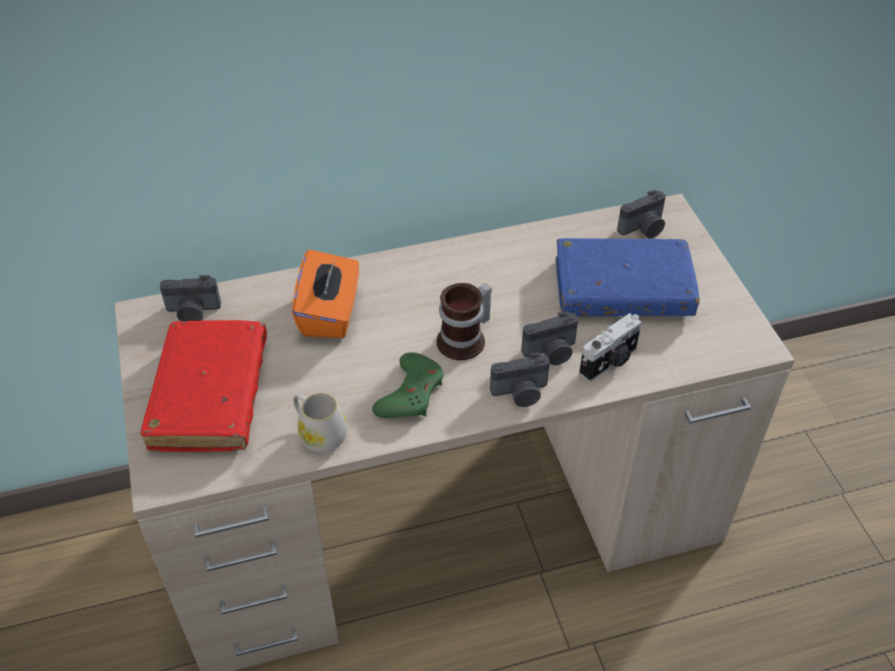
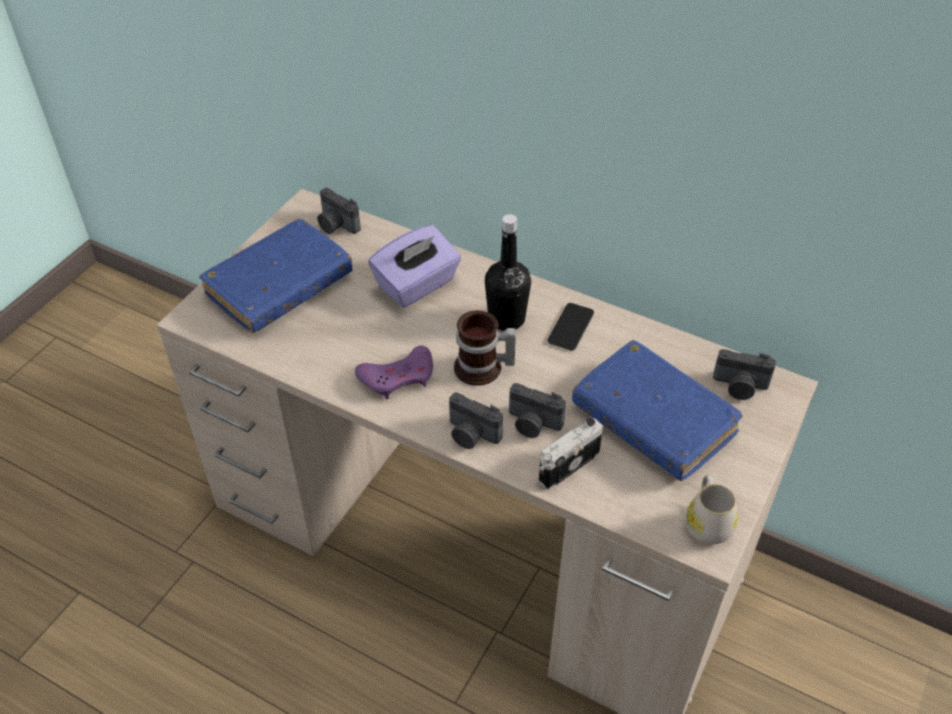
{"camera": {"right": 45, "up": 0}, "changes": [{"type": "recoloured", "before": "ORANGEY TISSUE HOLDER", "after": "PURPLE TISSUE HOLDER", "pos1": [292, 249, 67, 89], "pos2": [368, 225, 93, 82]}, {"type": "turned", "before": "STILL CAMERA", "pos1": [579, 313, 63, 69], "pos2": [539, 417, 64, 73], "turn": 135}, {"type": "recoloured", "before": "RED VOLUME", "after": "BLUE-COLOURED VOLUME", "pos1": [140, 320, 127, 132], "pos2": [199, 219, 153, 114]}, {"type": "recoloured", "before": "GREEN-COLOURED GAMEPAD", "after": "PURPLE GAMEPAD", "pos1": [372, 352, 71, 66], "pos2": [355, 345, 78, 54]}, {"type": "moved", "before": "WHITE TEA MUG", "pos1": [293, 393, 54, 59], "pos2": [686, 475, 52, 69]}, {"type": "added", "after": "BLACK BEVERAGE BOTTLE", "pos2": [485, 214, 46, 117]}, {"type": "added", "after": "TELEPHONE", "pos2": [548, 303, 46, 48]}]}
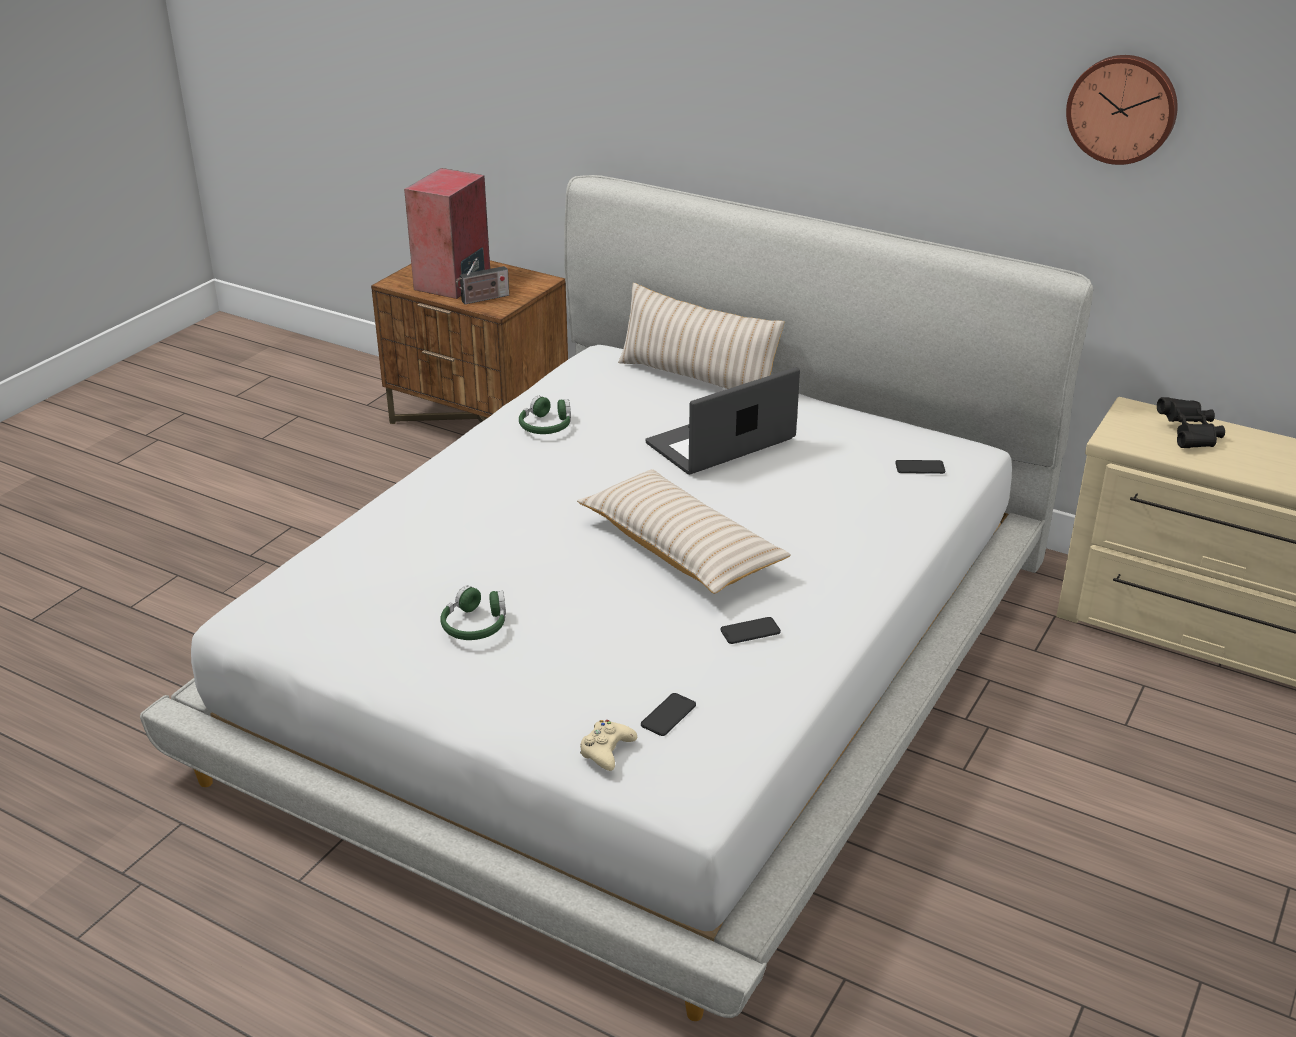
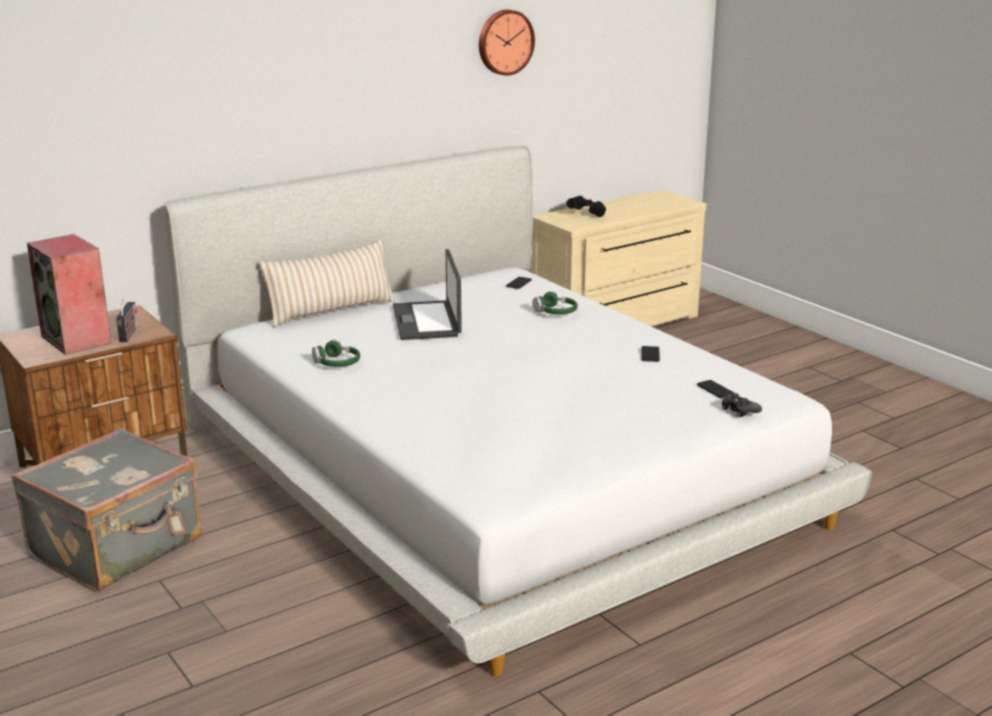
{"camera": {"right": -65, "up": -10}, "changes": [{"type": "removed", "before": "BEIGE THROW PILLOW", "pos1": [577, 469, 214, 125]}, {"type": "moved", "before": "GREEN-COLOURED PAIR OF HEADPHONES", "pos1": [440, 586, 66, 54], "pos2": [533, 291, 45, 23]}, {"type": "recoloured", "before": "BEIGE GAMEPAD", "after": "BLACK GAMEPAD", "pos1": [580, 720, 57, 51], "pos2": [722, 393, 40, 24]}, {"type": "added", "after": "GRAY TRAVEL CASE", "pos2": [11, 428, 191, 164]}]}
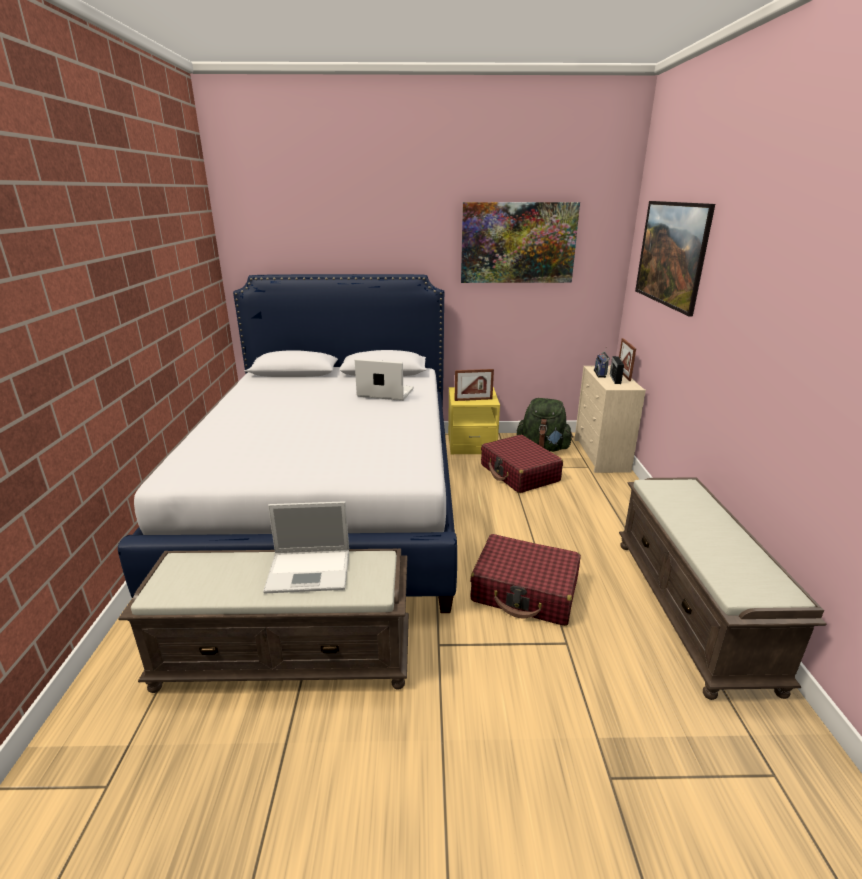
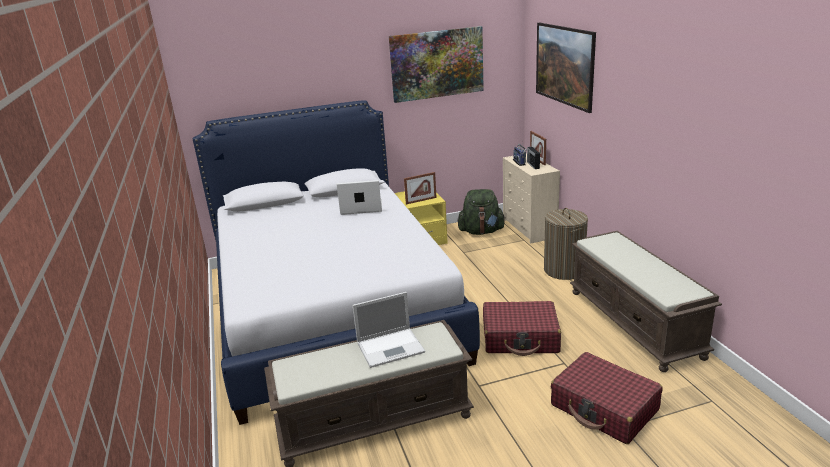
{"camera": {"right": -15, "up": 0}, "changes": [{"type": "moved", "before": "RED TRAVEL CASE", "pos1": [481, 435, 82, 58], "pos2": [551, 352, 112, 92]}, {"type": "added", "after": "HAMPER", "pos2": [544, 208, 44, 72]}]}
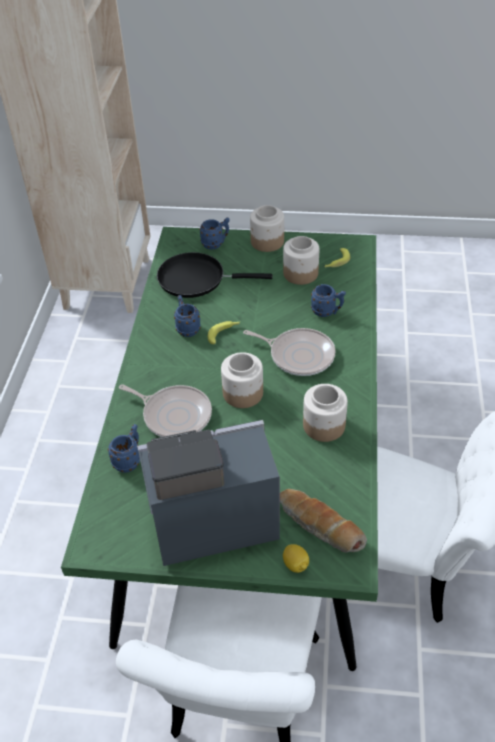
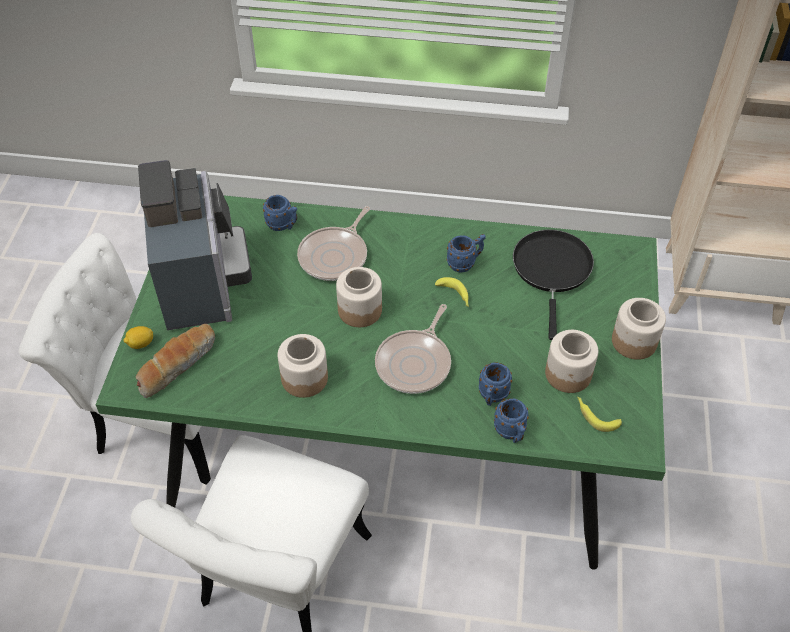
{"camera": {"right": 90, "up": 5}, "changes": [{"type": "moved", "before": "BLUE-COLOURED TEA MUG", "pos1": [199, 218, 31, 32], "pos2": [494, 398, 35, 45]}]}
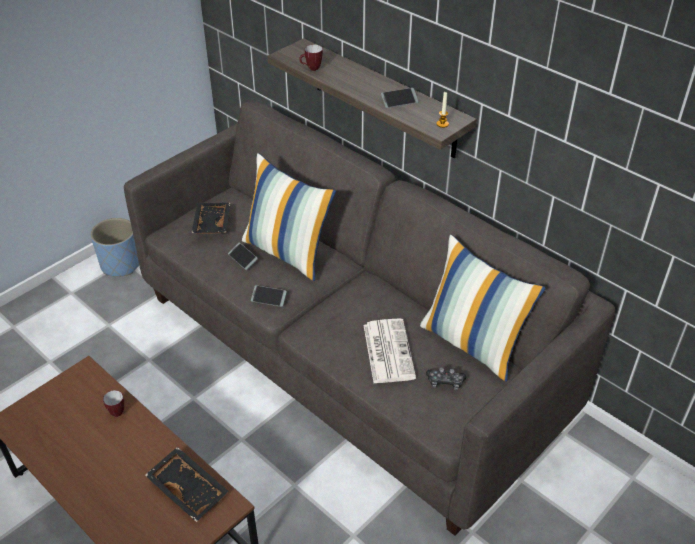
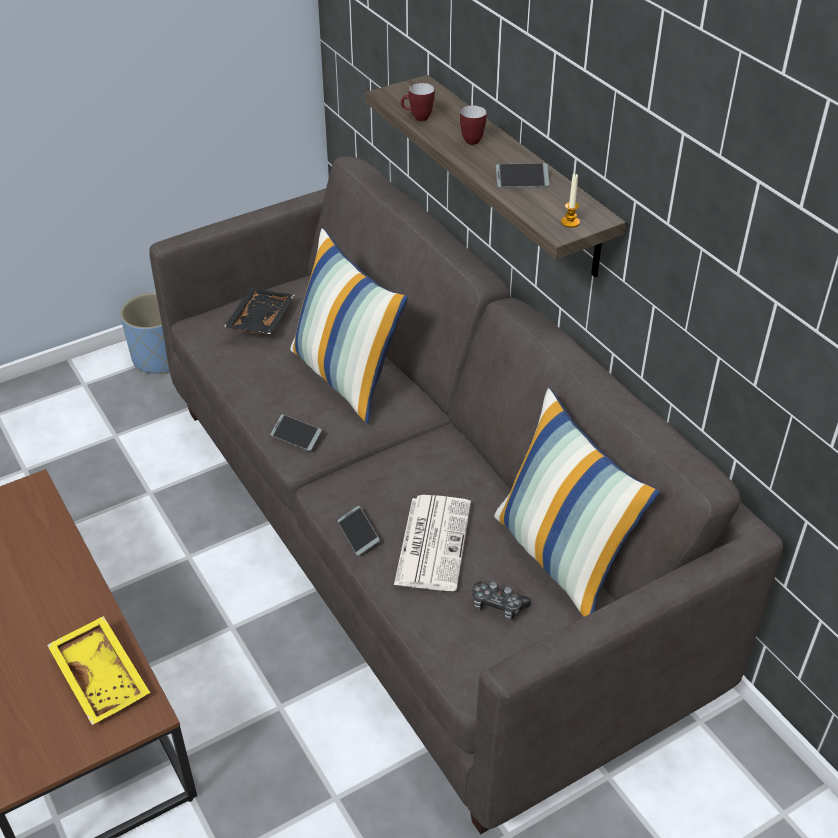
{"camera": {"right": 15, "up": 0}, "changes": [{"type": "moved", "before": "TELEPHONE", "pos1": [228, 243, 30, 27], "pos2": [338, 506, 42, 50]}, {"type": "moved", "before": "TEA MUG", "pos1": [103, 390, 21, 27], "pos2": [460, 105, 27, 40]}, {"type": "recoloured", "before": "BLACK TRAY", "after": "YELLOWISH TRAY", "pos1": [145, 447, 83, 75], "pos2": [47, 616, 103, 109]}]}
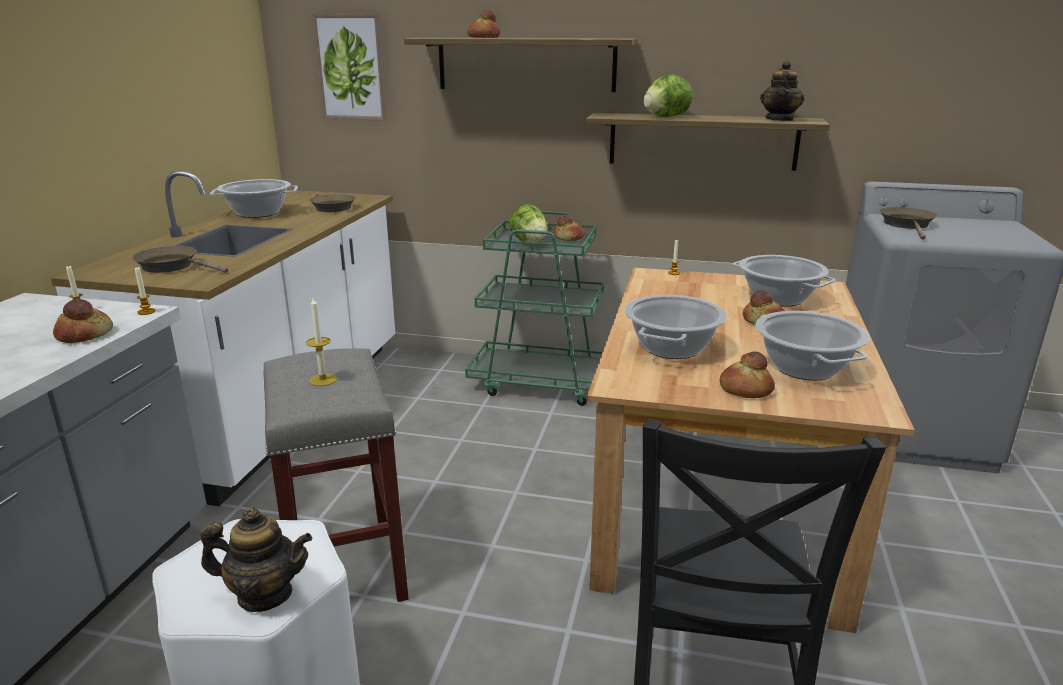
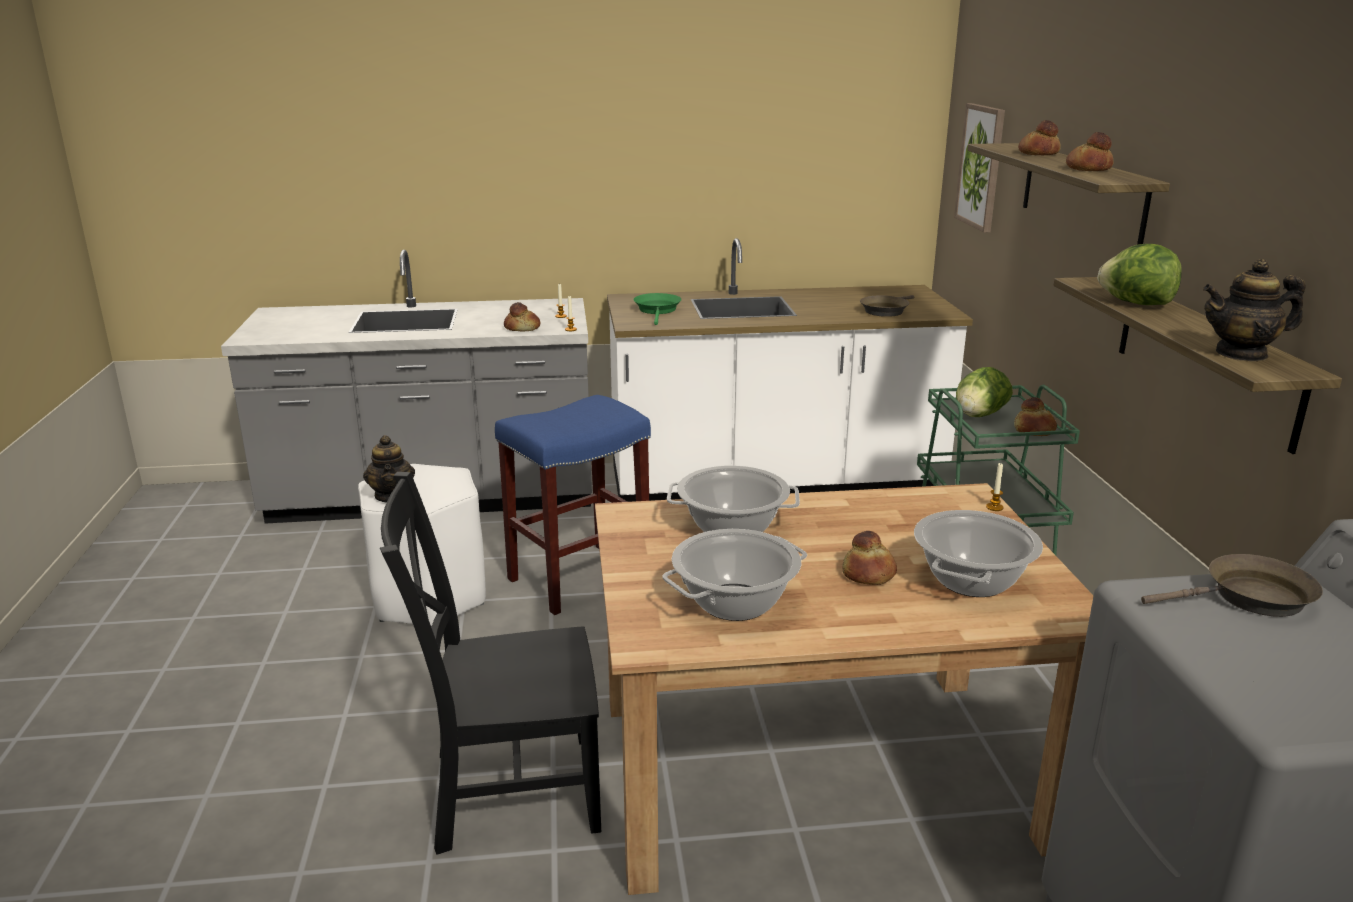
{"camera": {"right": 70, "up": 0}, "changes": [{"type": "removed", "before": "SAUCEPOT", "pos1": [210, 179, 88, 39]}, {"type": "recoloured", "before": "BROWNISH SKILLET", "after": "GREEN-COLOURED SKILLET", "pos1": [132, 246, 96, 27], "pos2": [633, 293, 49, 32]}, {"type": "removed", "before": "CANDLE", "pos1": [306, 298, 31, 88]}, {"type": "recoloured", "before": "GRAY STOOL SEAT", "after": "BLUE-COLOURED STOOL SEAT", "pos1": [264, 348, 145, 254], "pos2": [495, 395, 156, 220]}, {"type": "moved", "before": "BREAD", "pos1": [720, 351, 55, 47], "pos2": [1066, 132, 47, 39]}]}
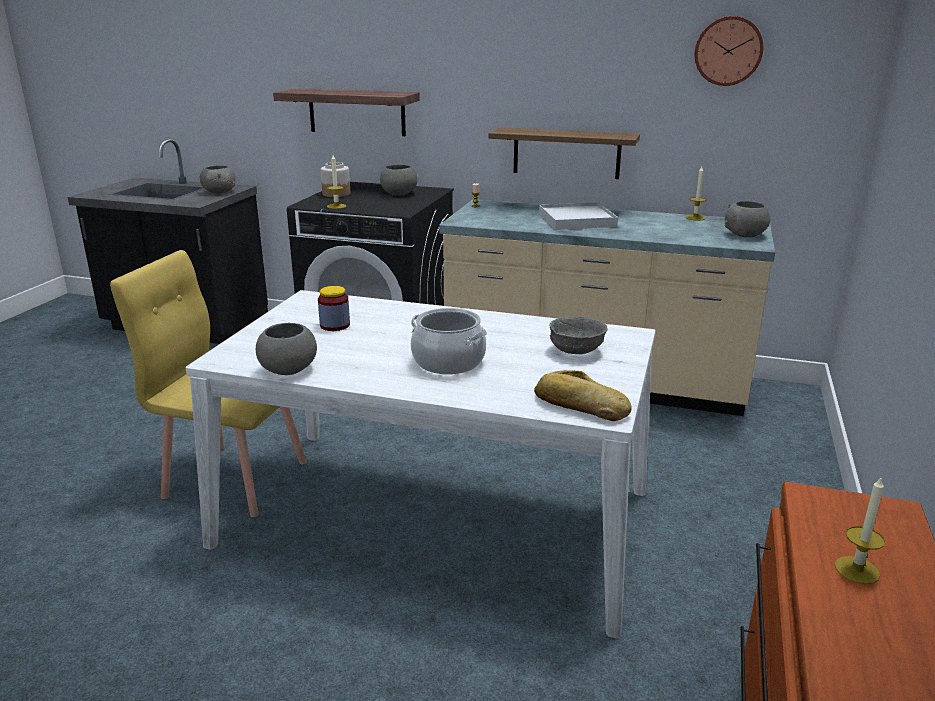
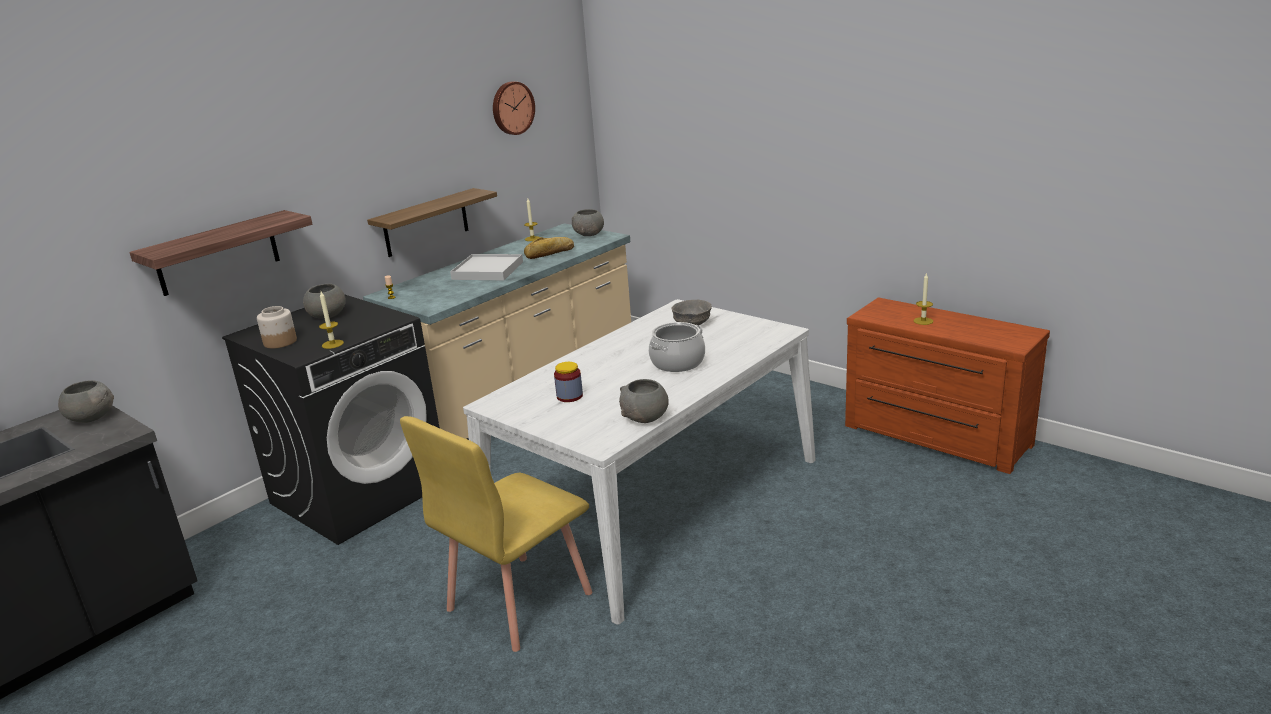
{"camera": {"right": -65, "up": 0}, "changes": [{"type": "moved", "before": "BREAD", "pos1": [534, 370, 98, 51], "pos2": [524, 237, 50, 22]}]}
